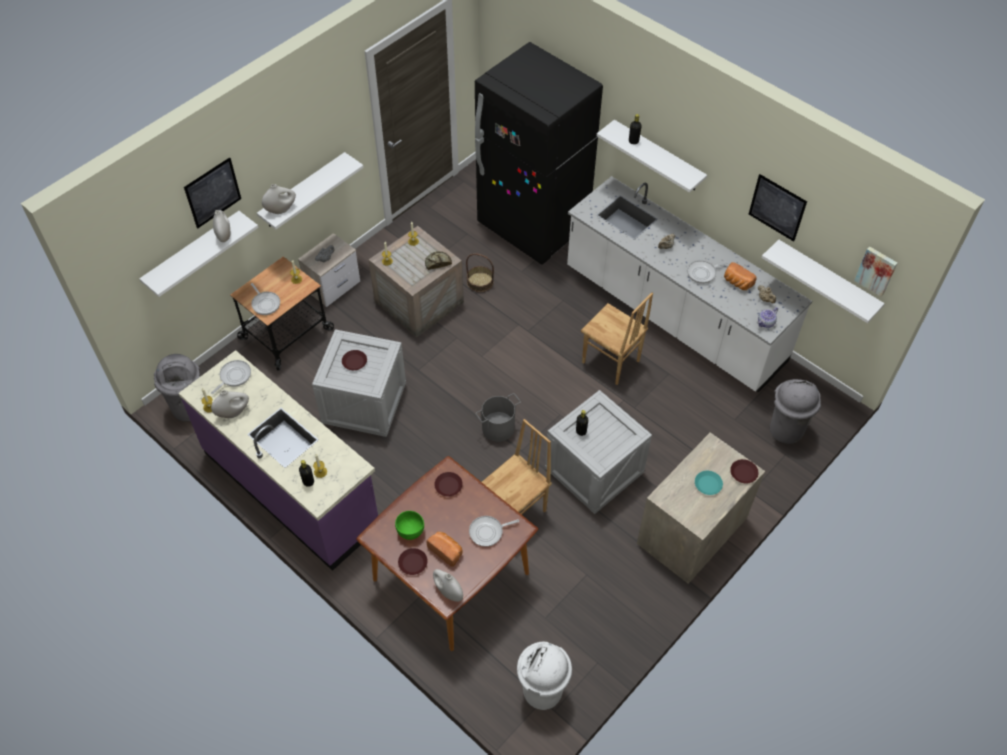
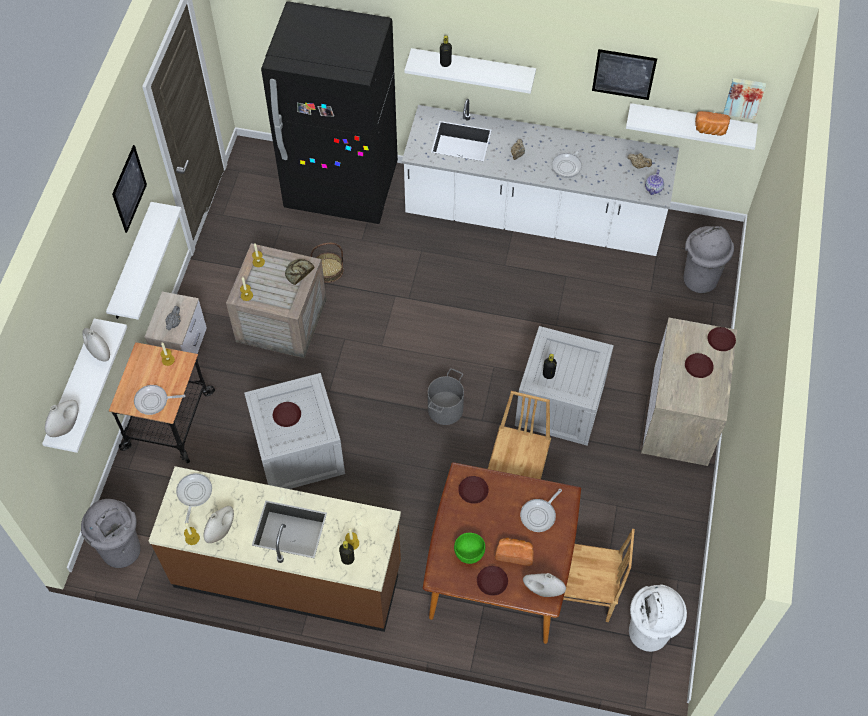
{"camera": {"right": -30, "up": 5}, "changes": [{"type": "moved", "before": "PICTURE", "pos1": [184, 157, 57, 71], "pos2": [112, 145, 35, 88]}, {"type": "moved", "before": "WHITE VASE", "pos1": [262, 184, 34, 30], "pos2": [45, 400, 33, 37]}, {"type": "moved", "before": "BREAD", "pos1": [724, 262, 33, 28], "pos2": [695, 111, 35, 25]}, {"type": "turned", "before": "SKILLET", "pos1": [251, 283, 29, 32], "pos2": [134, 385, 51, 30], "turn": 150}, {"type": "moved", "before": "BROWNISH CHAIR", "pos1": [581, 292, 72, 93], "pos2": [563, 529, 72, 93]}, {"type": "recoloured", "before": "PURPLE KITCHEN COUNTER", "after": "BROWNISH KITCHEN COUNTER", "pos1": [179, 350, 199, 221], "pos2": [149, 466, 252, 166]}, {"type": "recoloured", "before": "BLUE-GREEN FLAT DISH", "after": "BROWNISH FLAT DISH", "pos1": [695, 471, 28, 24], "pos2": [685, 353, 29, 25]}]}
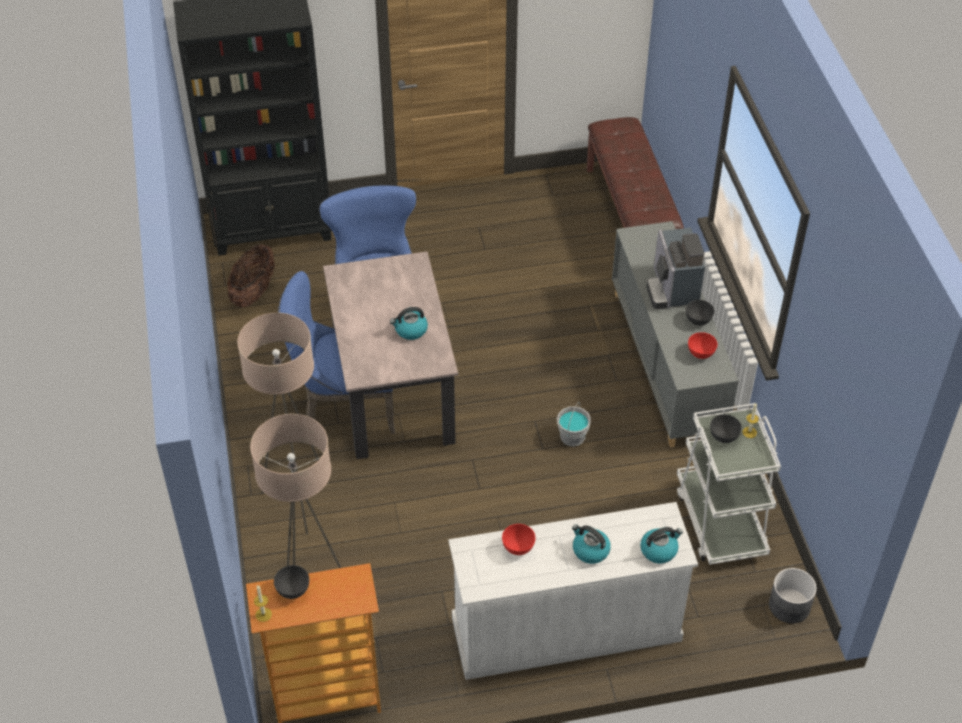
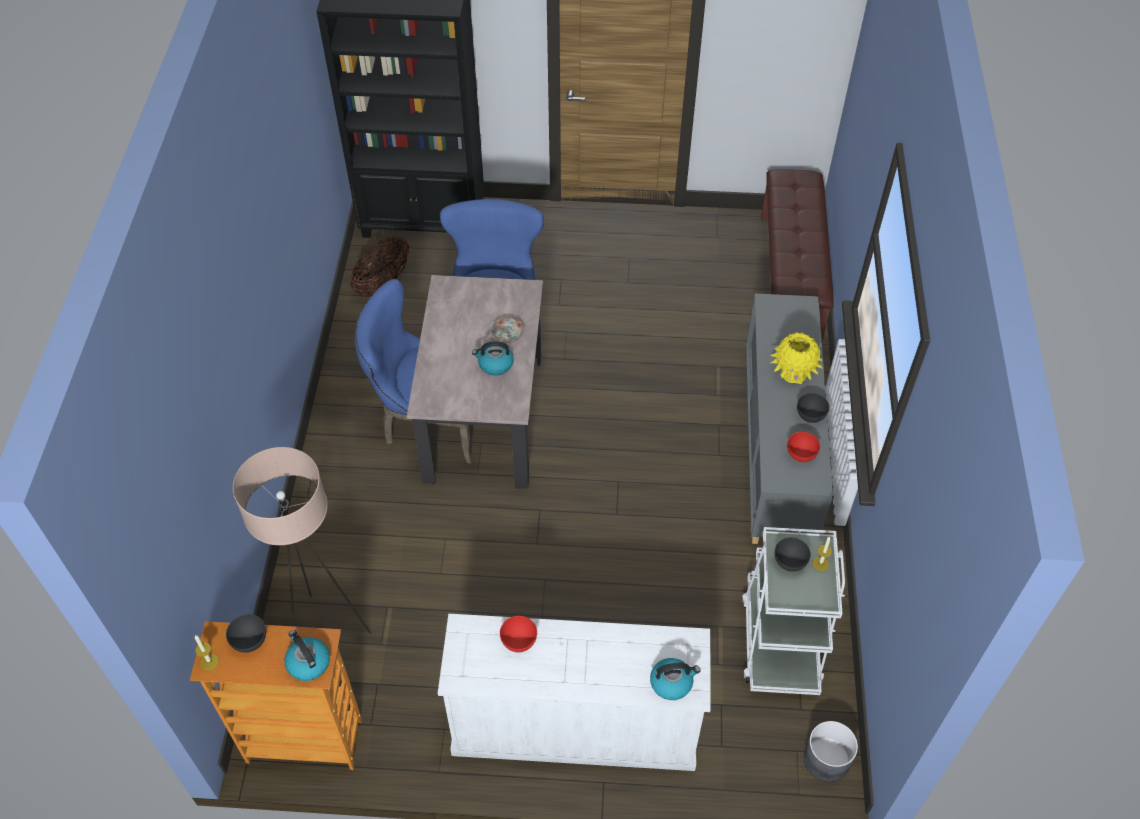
{"camera": {"right": 15, "up": 5}, "changes": [{"type": "replaced", "before": "COFFEE MAKER", "after": "YELLOWISH VASE", "pos1": [647, 228, 58, 81], "pos2": [771, 332, 51, 52]}, {"type": "removed", "before": "BEIGE STANDARD LAMP", "pos1": [237, 313, 82, 221]}, {"type": "removed", "before": "GRAY WATER BUCKET", "pos1": [557, 402, 34, 45]}, {"type": "moved", "before": "KETTLE", "pos1": [572, 524, 39, 40], "pos2": [284, 630, 46, 51]}, {"type": "added", "after": "FLAT DISH", "pos2": [492, 317, 32, 26]}]}
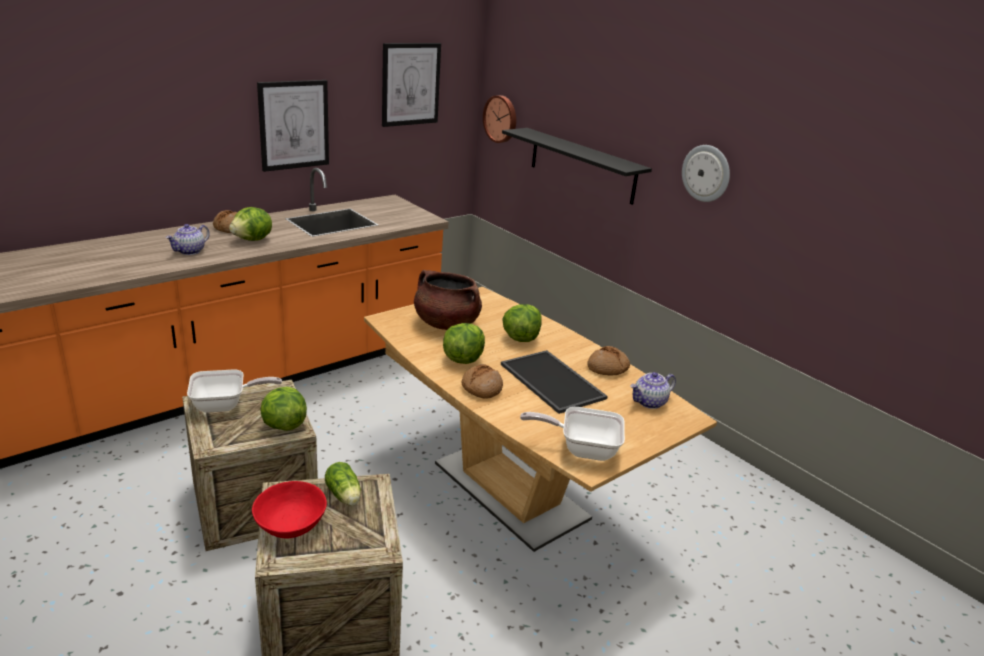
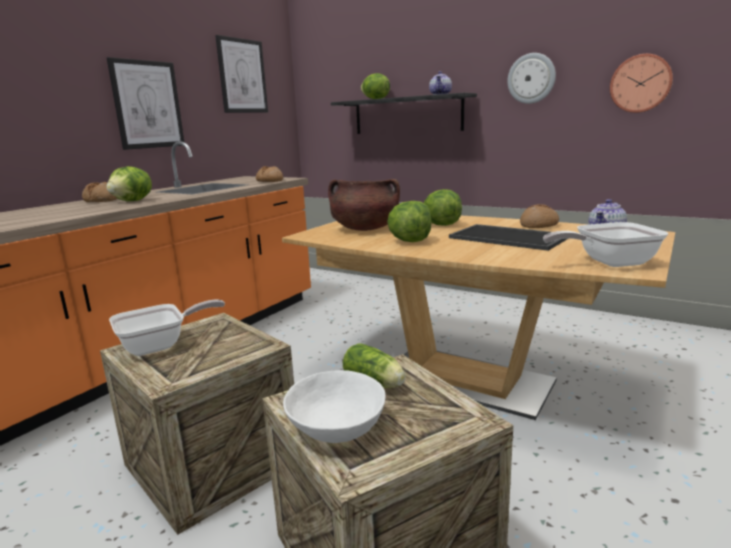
{"camera": {"right": -15, "up": -10}, "changes": [{"type": "moved", "before": "CLOCK ON THE WALL", "pos1": [483, 95, 33, 48], "pos2": [610, 54, 63, 59]}, {"type": "moved", "before": "POT FOR TEA", "pos1": [166, 224, 44, 31], "pos2": [429, 71, 23, 24]}, {"type": "moved", "before": "BREAD", "pos1": [462, 364, 41, 35], "pos2": [256, 166, 27, 16]}, {"type": "moved", "before": "LETTUCE HEAD", "pos1": [260, 387, 47, 44], "pos2": [361, 73, 29, 26]}, {"type": "recoloured", "before": "RED SERVING BOWL", "after": "WHITE SERVING BOWL", "pos1": [252, 481, 75, 58], "pos2": [283, 370, 102, 73]}]}
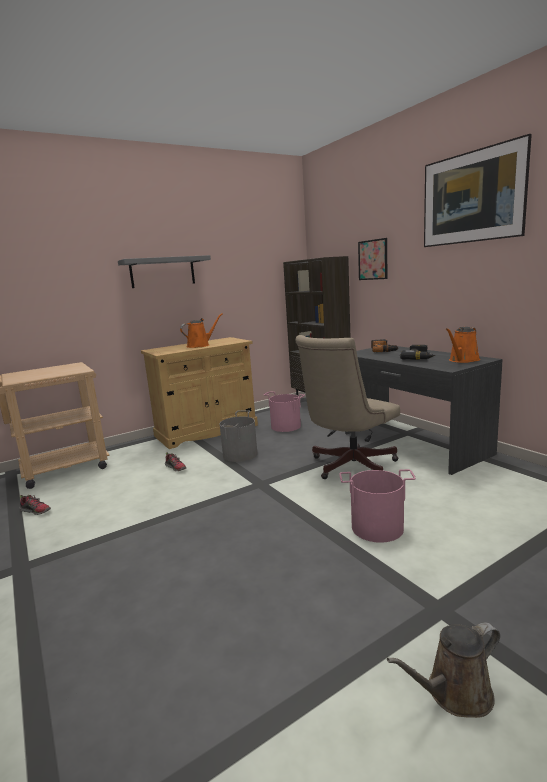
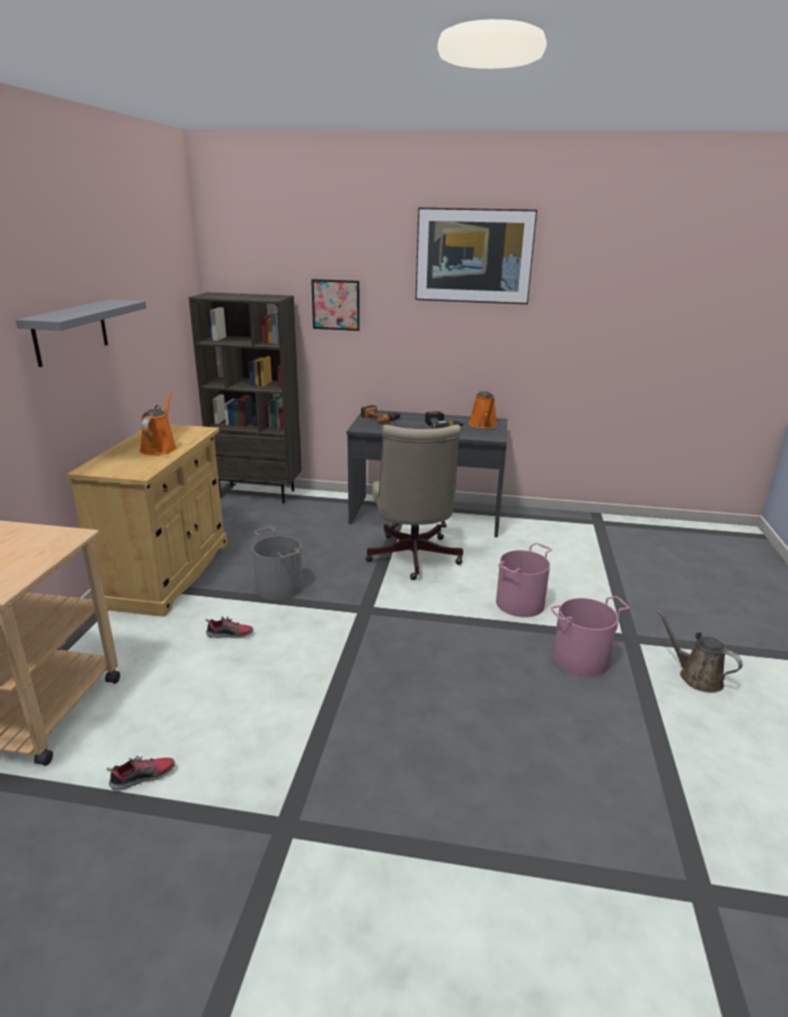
{"camera": {"right": -50, "up": 10}, "changes": [{"type": "moved", "before": "PINKISH WATER BUCKET", "pos1": [264, 391, 41, 41], "pos2": [550, 596, 80, 81]}, {"type": "turned", "before": "BROWNISH WATERING POT", "pos1": [387, 622, 113, 96], "pos2": [657, 610, 86, 83], "turn": 120}]}
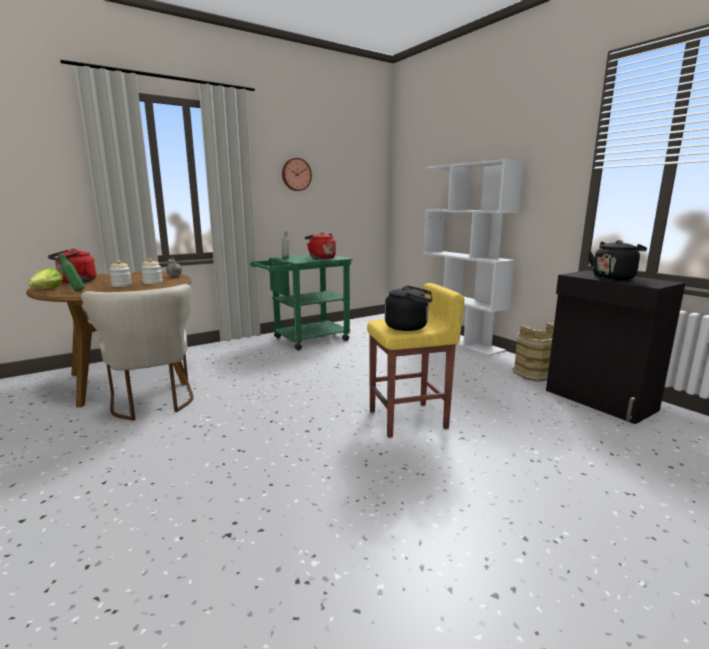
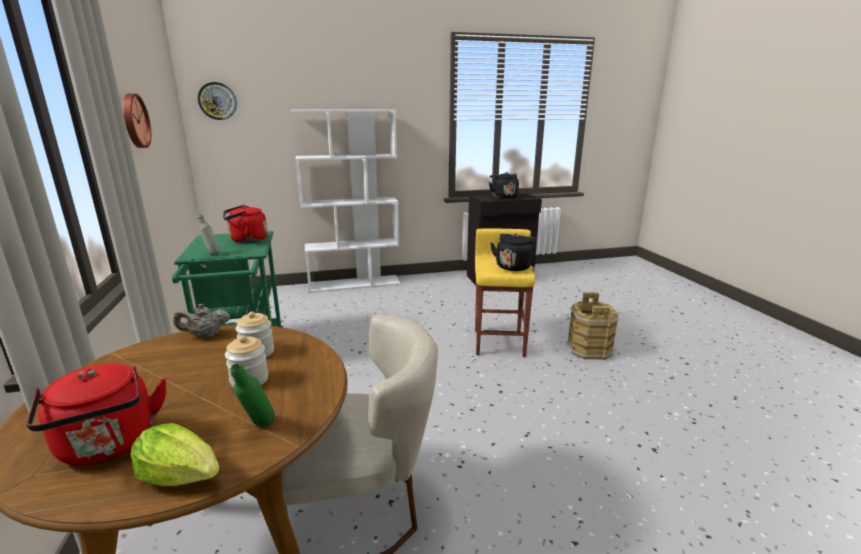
{"camera": {"right": -70, "up": 5}, "changes": [{"type": "moved", "before": "BROWNISH WATER BUCKET", "pos1": [512, 323, 42, 59], "pos2": [566, 292, 53, 68]}, {"type": "added", "after": "CLOCK ON THE WALL", "pos2": [198, 82, 39, 38]}]}
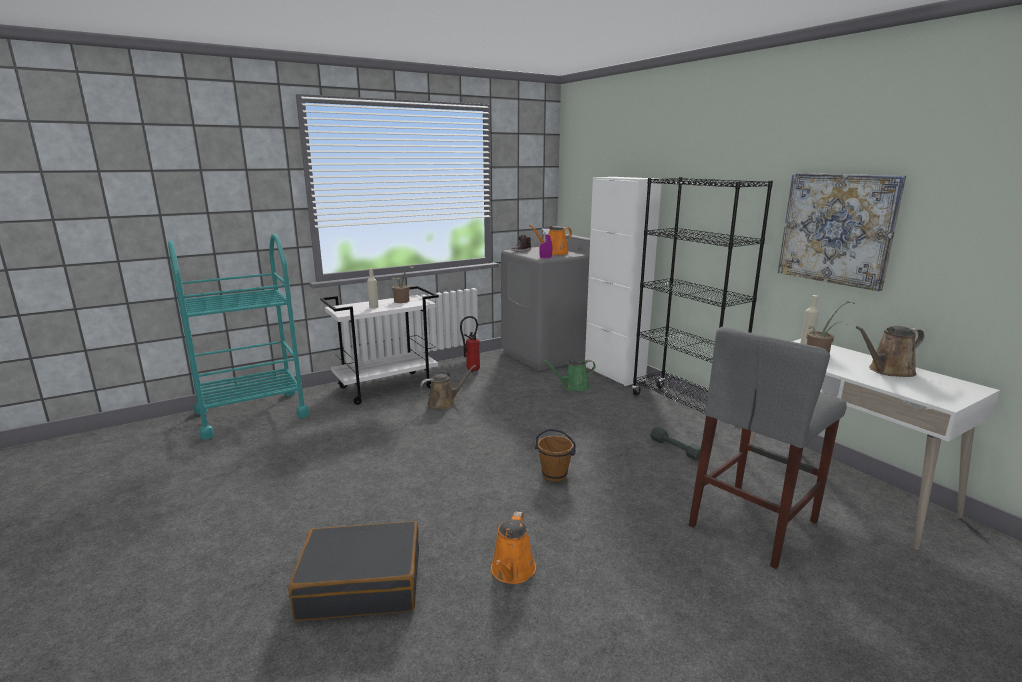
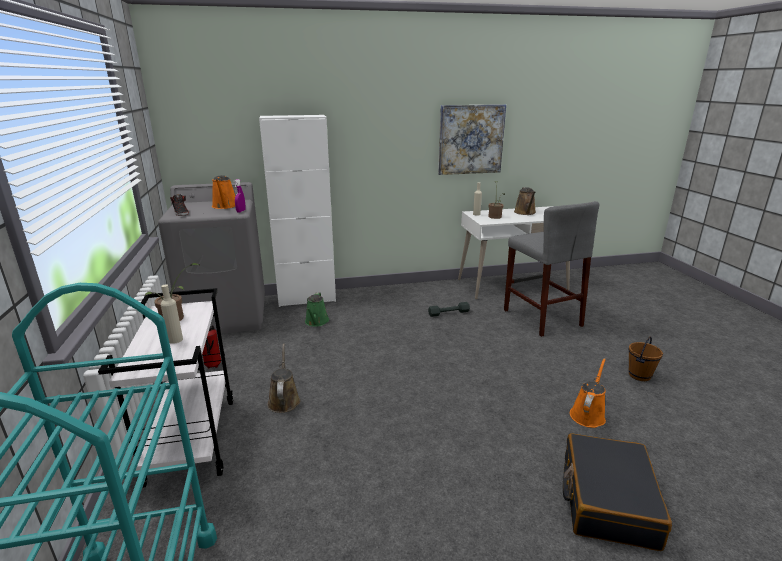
{"camera": {"right": -70, "up": 5}, "changes": [{"type": "removed", "before": "BLACK SHELVING UNIT", "pos1": [632, 177, 141, 237]}, {"type": "moved", "before": "BROWNISH WATER BUCKET", "pos1": [535, 429, 41, 53], "pos2": [628, 337, 35, 44]}, {"type": "turned", "before": "ORANGEY WATERING POT", "pos1": [491, 512, 45, 72], "pos2": [570, 358, 36, 70], "turn": -90}]}
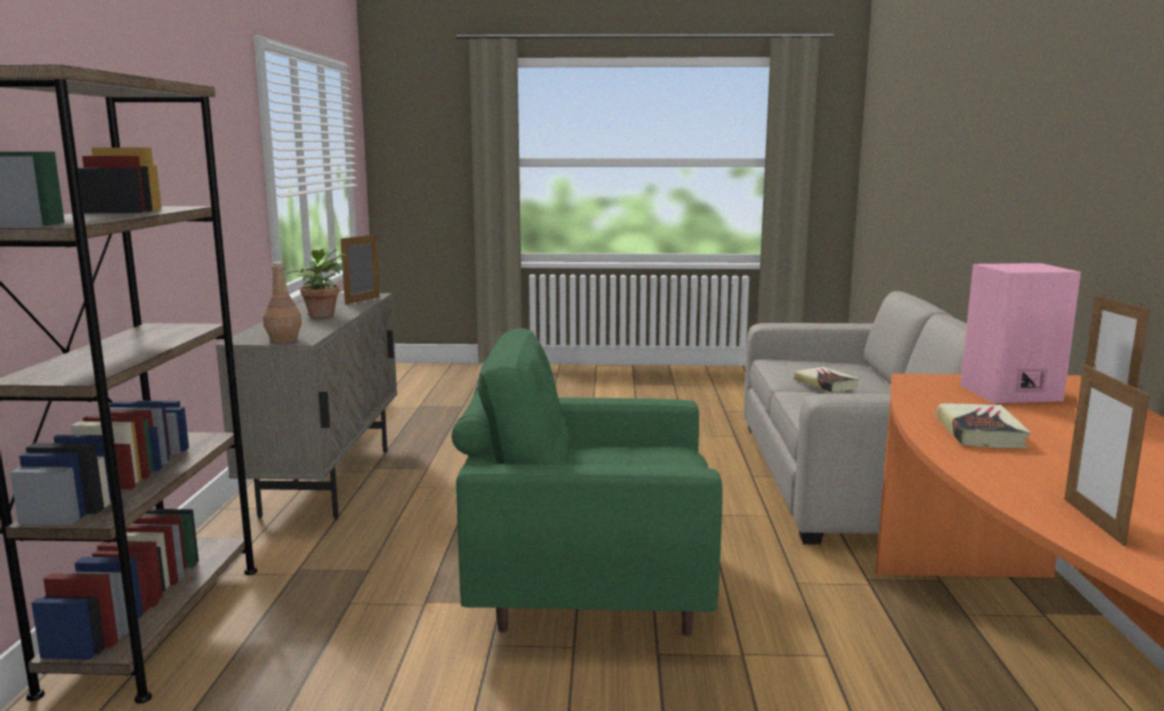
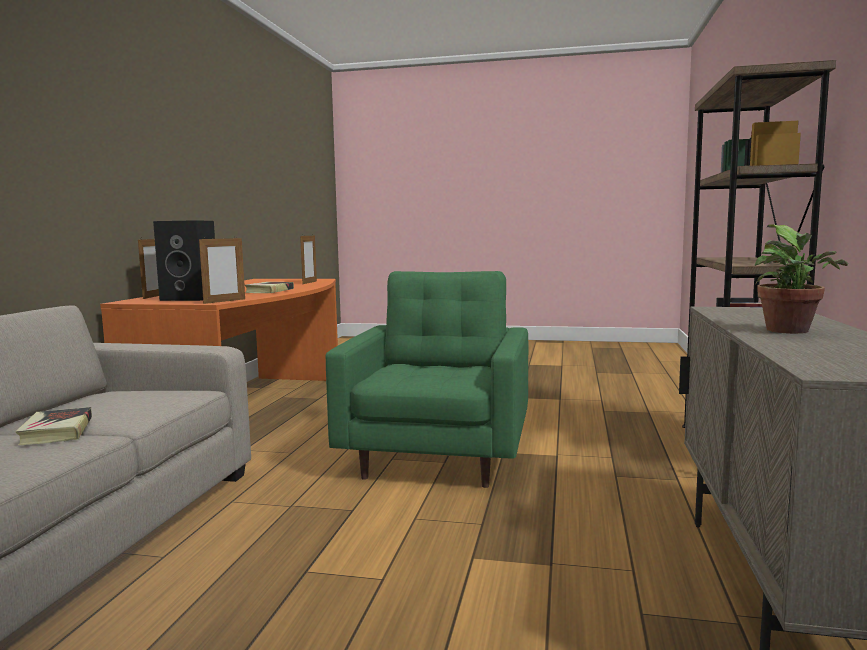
{"camera": {"right": -170, "up": -5}, "changes": [{"type": "moved", "before": "STANDING FRAME", "pos1": [341, 233, 39, 71], "pos2": [199, 236, 46, 68]}, {"type": "removed", "before": "BROWNISH BEVERAGE BOTTLE", "pos1": [263, 262, 39, 81]}, {"type": "recoloured", "before": "PINKISH LOUDSPEAKER", "after": "BLACK LOUDSPEAKER", "pos1": [960, 263, 121, 140], "pos2": [153, 220, 62, 81]}, {"type": "turned", "before": "GREEN-COLOURED EASY CHAIR", "pos1": [452, 328, 271, 308], "pos2": [326, 271, 202, 217], "turn": -90}]}
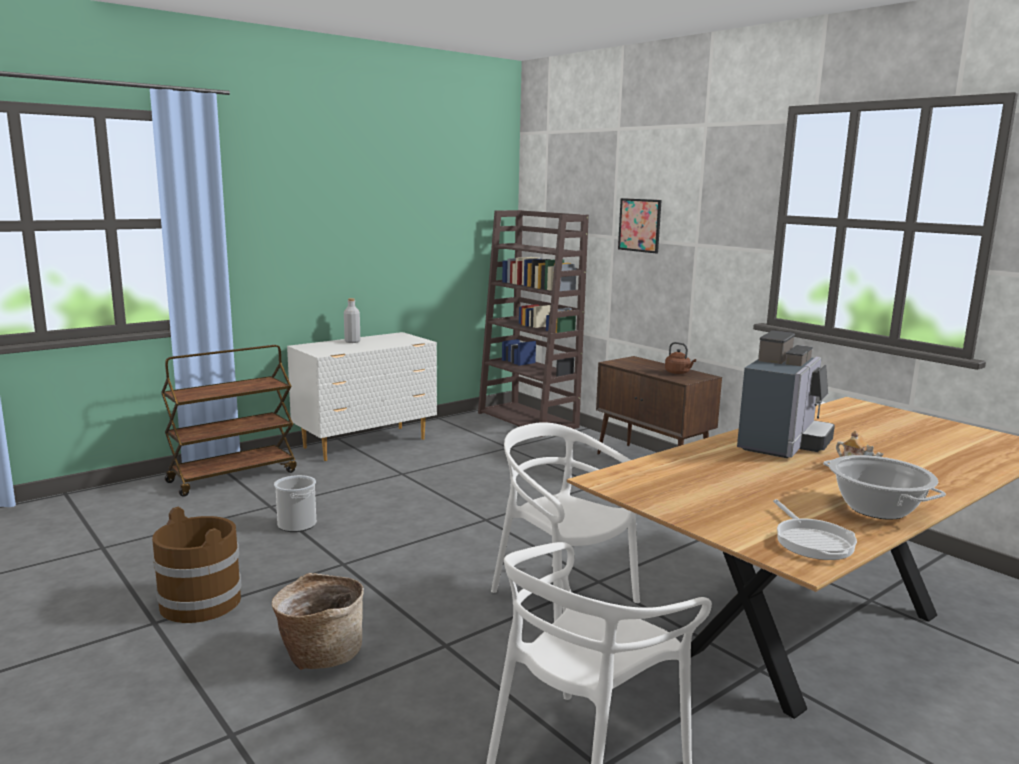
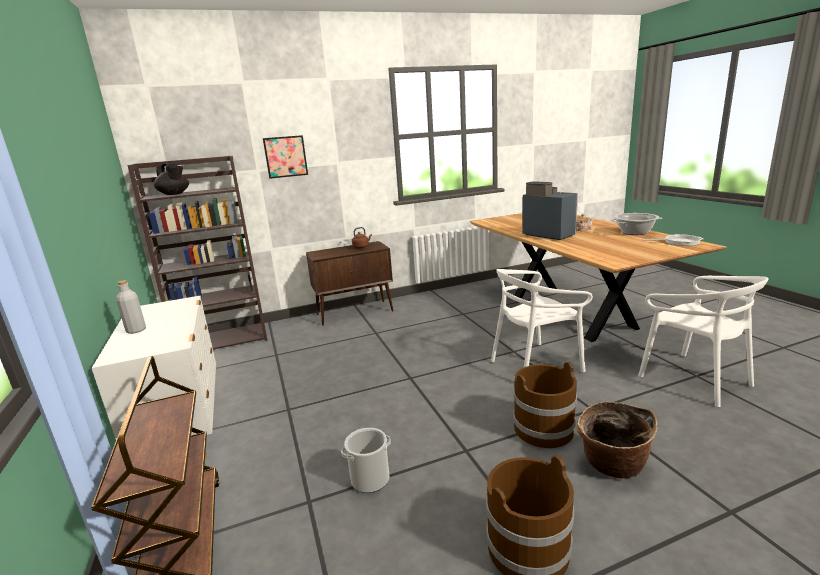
{"camera": {"right": -70, "up": 5}, "changes": [{"type": "added", "after": "BLACK POT FOR TEA", "pos2": [154, 163, 35, 32]}, {"type": "added", "after": "BROWNISH WATER BUCKET", "pos2": [513, 361, 64, 87]}]}
